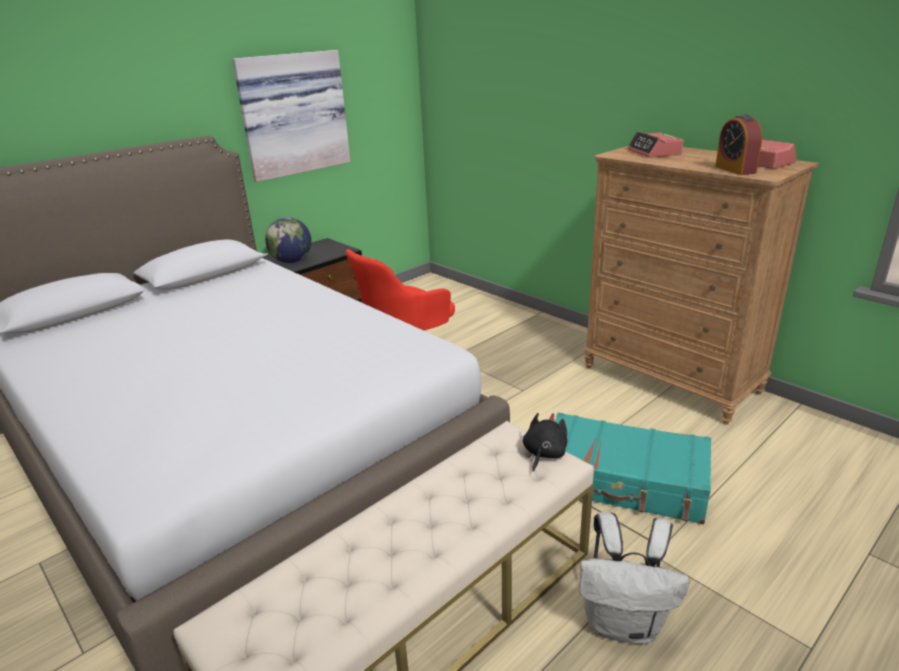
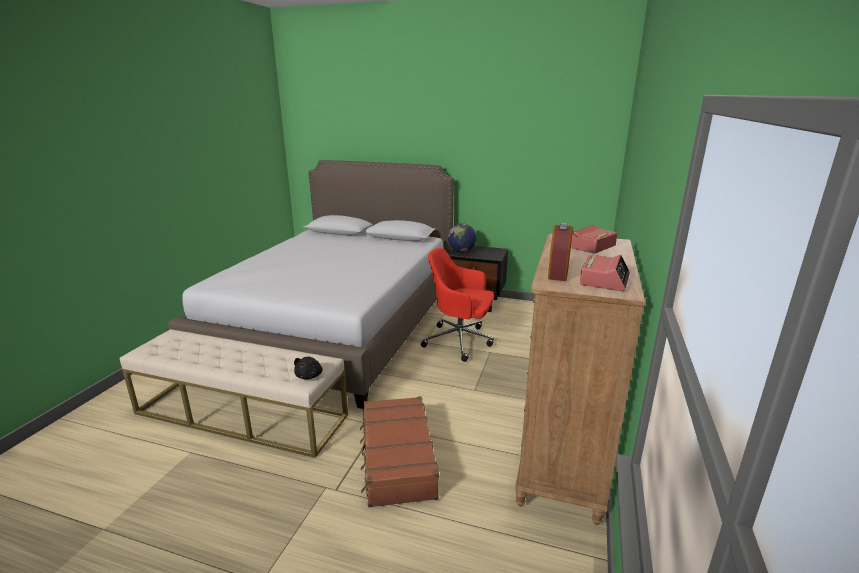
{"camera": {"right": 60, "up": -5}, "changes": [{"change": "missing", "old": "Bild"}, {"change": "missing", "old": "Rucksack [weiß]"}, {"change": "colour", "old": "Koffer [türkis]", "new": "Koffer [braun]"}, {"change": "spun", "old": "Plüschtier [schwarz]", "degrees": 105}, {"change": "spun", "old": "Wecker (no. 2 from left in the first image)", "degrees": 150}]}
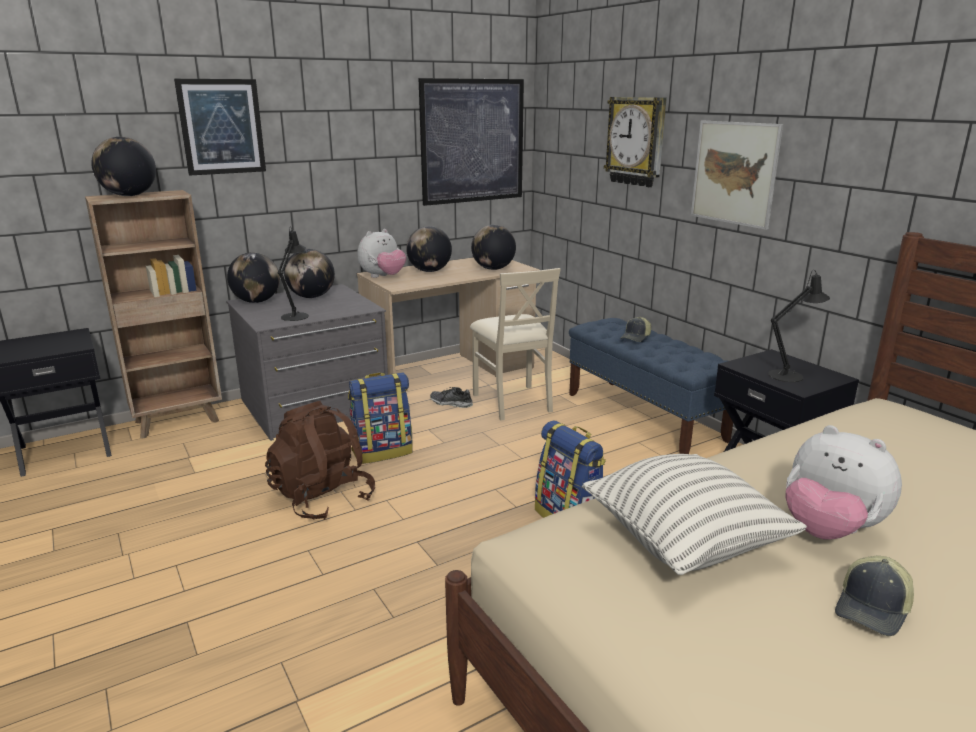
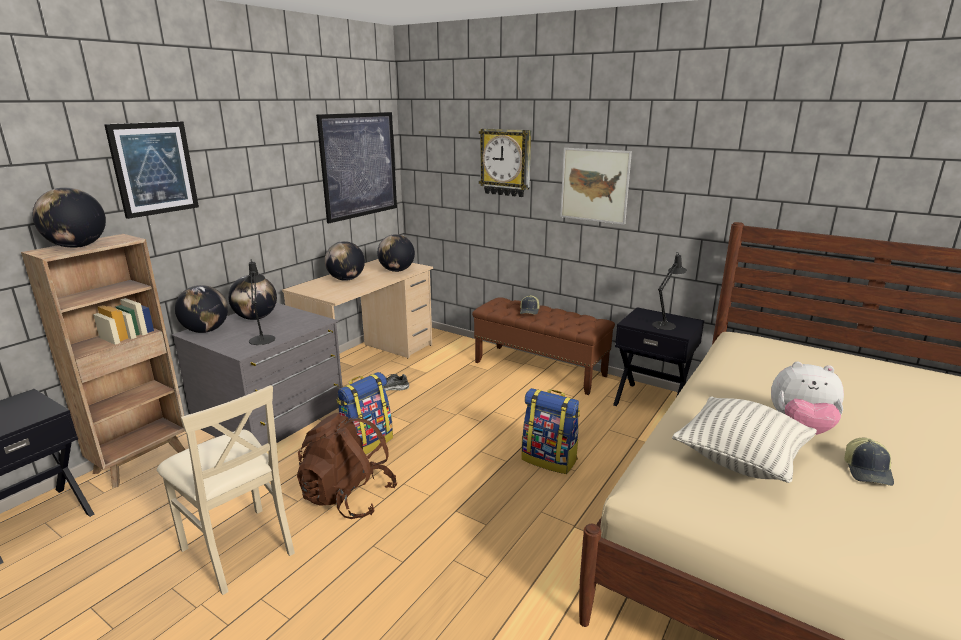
{"camera": {"right": -25, "up": 0}, "changes": [{"change": "missing", "old": "Plüschtier (no. 1 from left)"}, {"change": "relocated", "old": "Stuhl [beige]"}, {"change": "colour", "old": "Bank [blau]", "new": "Bank [braun]"}]}
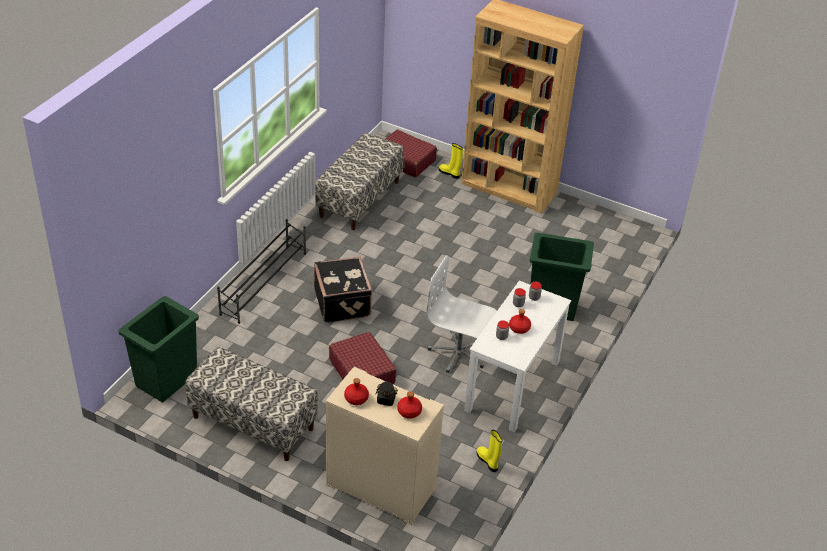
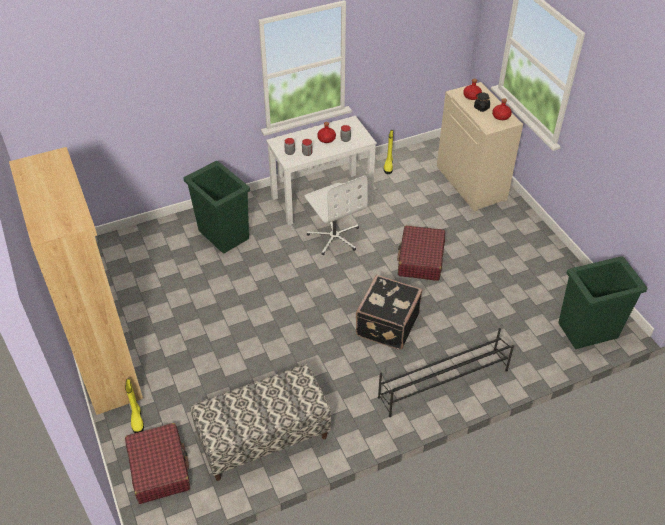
{"camera": {"right": -140, "up": 5}, "changes": [{"change": "missing", "old": "Bank (no. 1 from left)"}]}
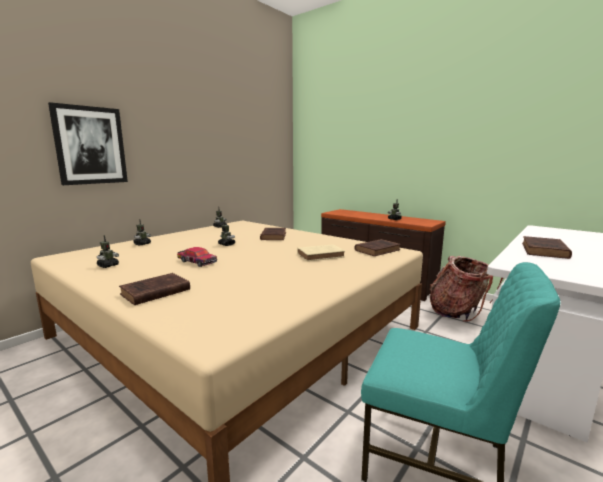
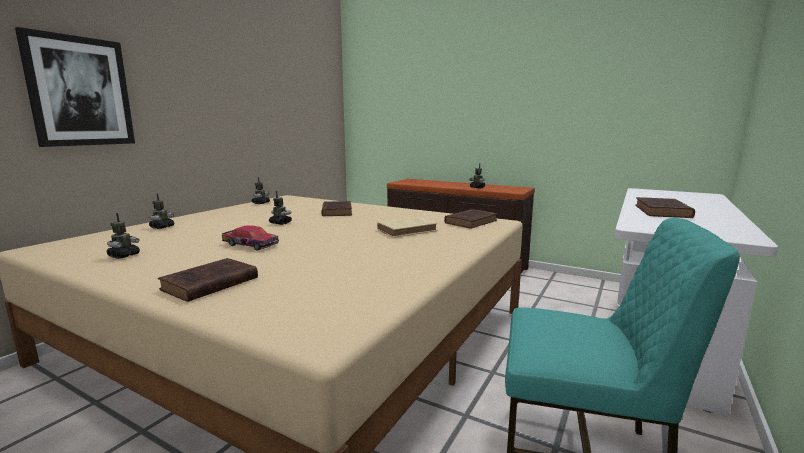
{"camera": {"right": -10, "up": 0}, "changes": [{"change": "missing", "old": "Rucksack"}]}
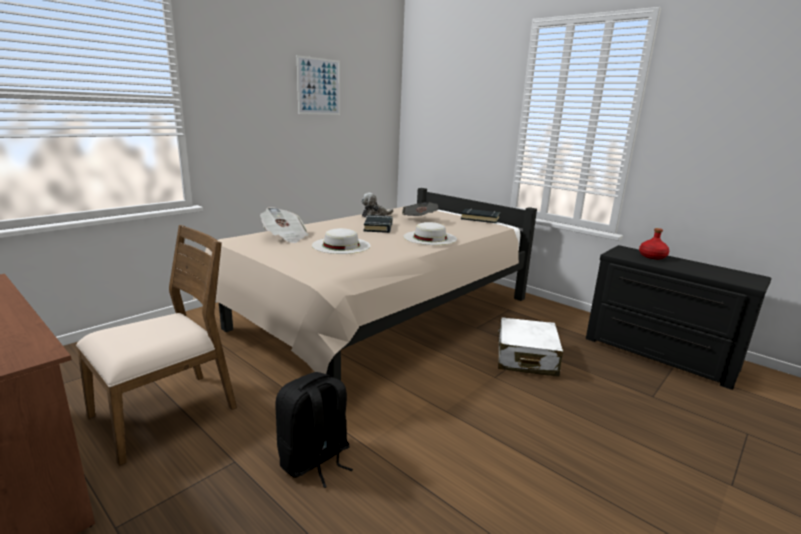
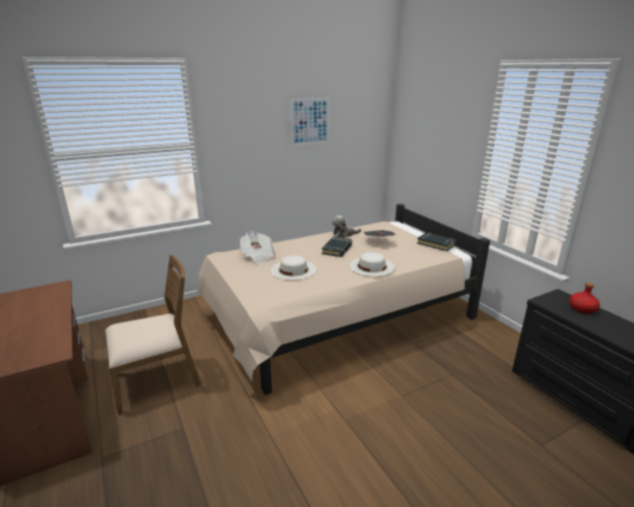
{"camera": {"right": 20, "up": 5}, "changes": [{"change": "missing", "old": "Rucksack [schwarz]"}, {"change": "missing", "old": "Koffer [weiß]"}]}
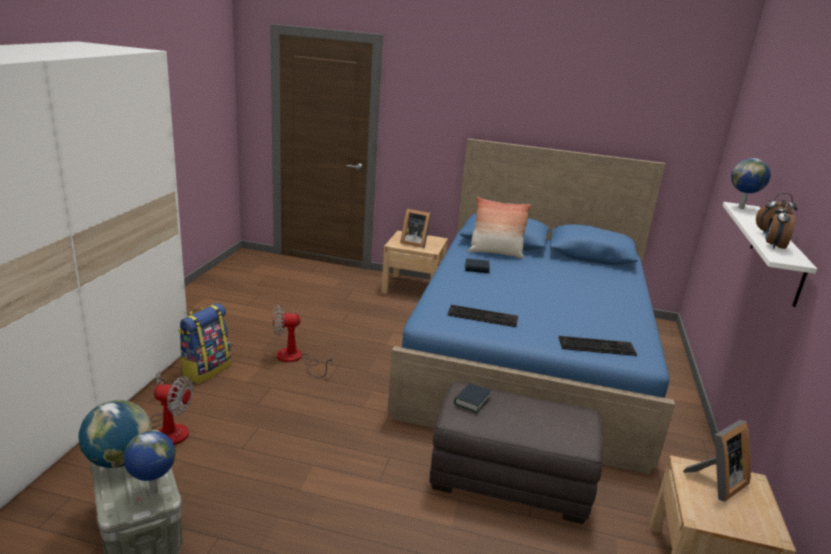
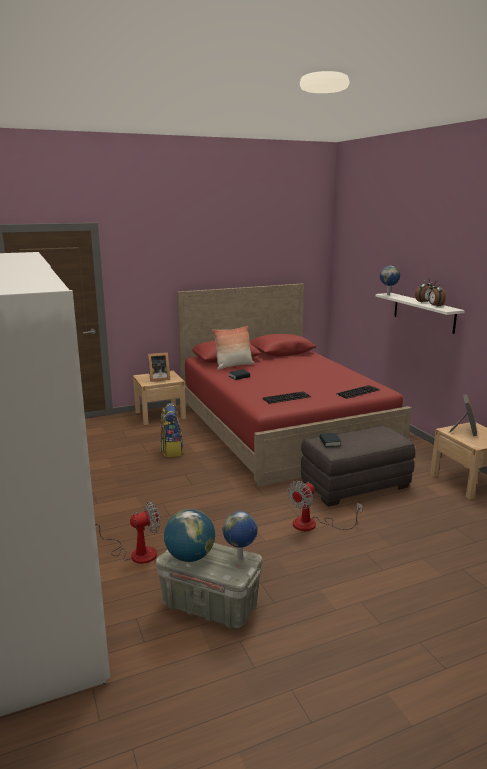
{"camera": {"right": -35, "up": -5}, "changes": [{"change": "relocated", "old": "Rucksack"}, {"change": "relocated", "old": "Ventilator (no. 2 from left)"}, {"change": "colour", "old": "Bett [blau]", "new": "Bett [rot]"}]}
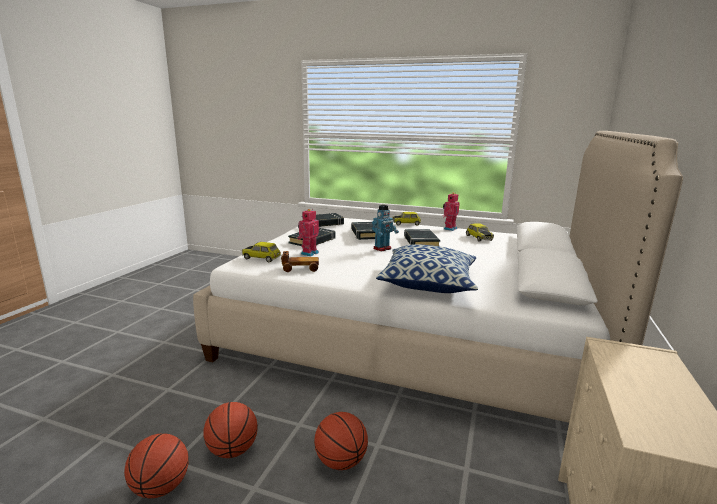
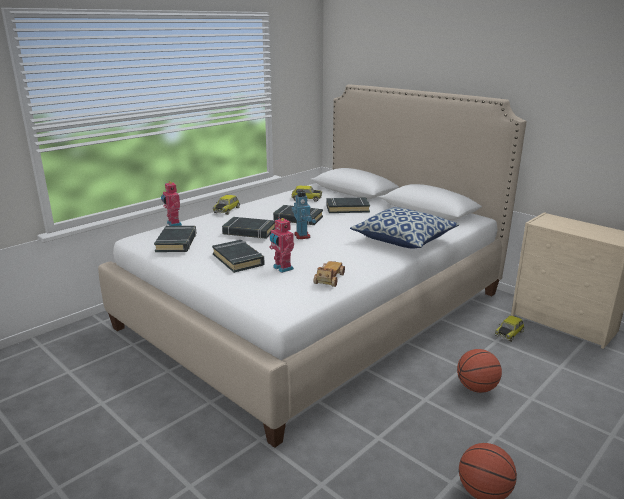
{"camera": {"right": -65, "up": 5}, "changes": [{"change": "missing", "old": "Basketball (no. 2 from left)"}, {"change": "appeared", "new": "Buch [schwarz] (no. 5 from left)"}, {"change": "relocated", "old": "Spielzeugauto (no. 1 from left in the first image)", "new": "Spielzeugauto (no. 4 from left)"}, {"change": "relocated", "old": "Spielzeugroboter (no. 3 from left in the first image)", "new": "Spielzeugroboter (no. 1 from left)"}]}
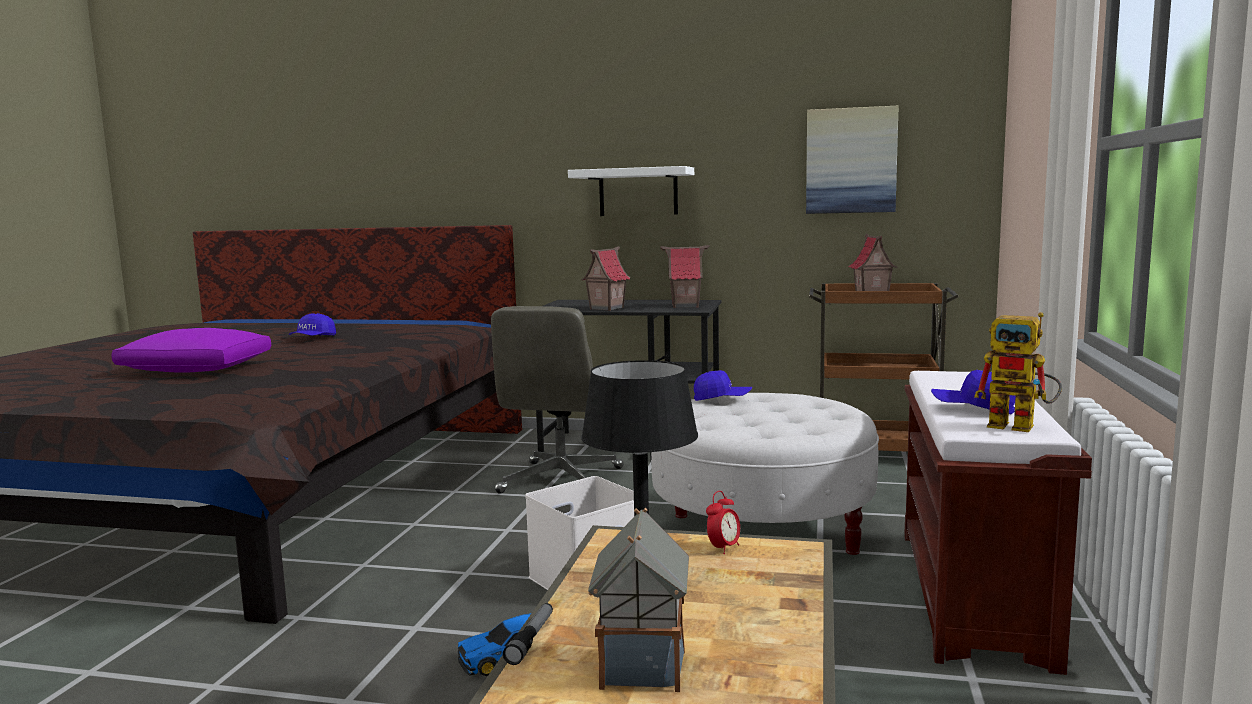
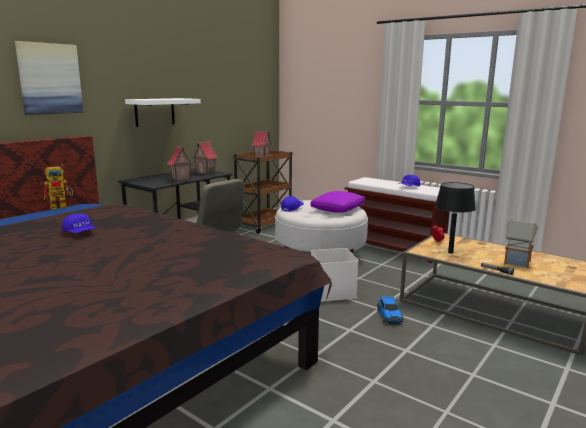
{"camera": {"right": -65, "up": 5}, "changes": [{"change": "relocated", "old": "Kissen [lila]"}, {"change": "relocated", "old": "Bild"}, {"change": "relocated", "old": "Spielzeugroboter"}]}
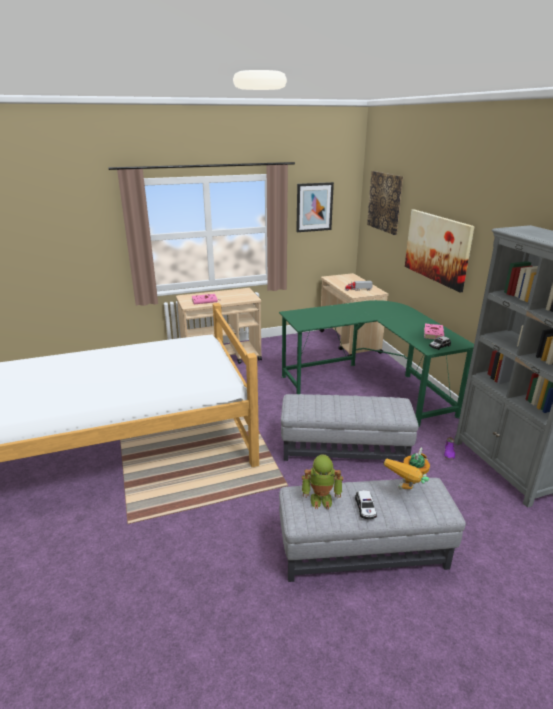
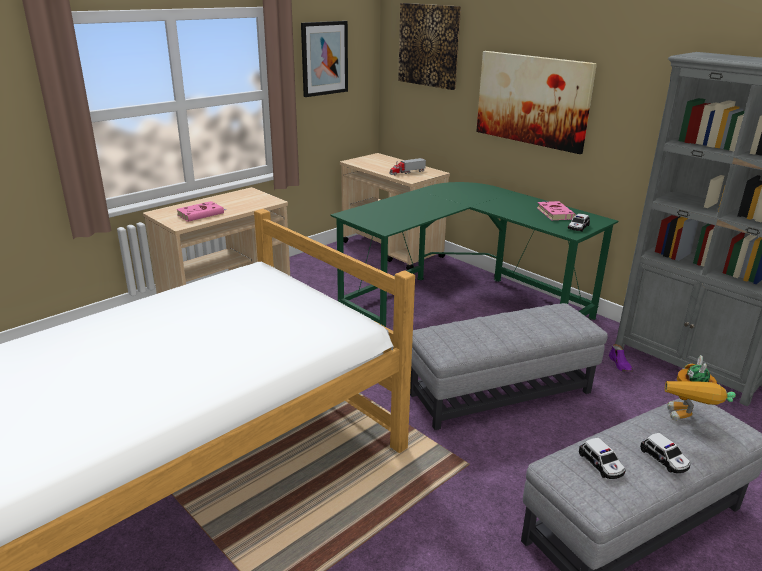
{"camera": {"right": -25, "up": 0}, "changes": [{"change": "exchanged", "old": "Spielzeugroboter (no. 1 from left)", "new": "Spielzeugauto (no. 2 from left)"}]}
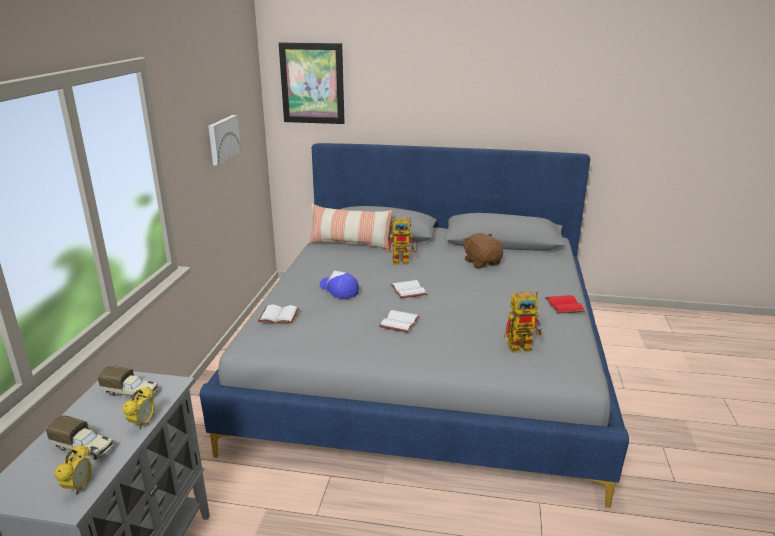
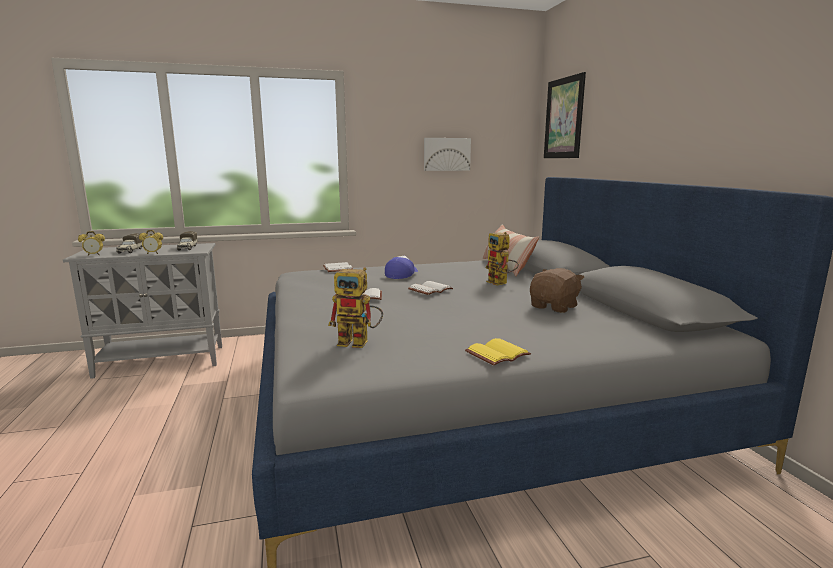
{"camera": {"right": 65, "up": -10}, "changes": [{"change": "colour", "old": "Buch [rot]", "new": "Buch [gelb]"}, {"change": "spun", "old": "Spielzeugroboter (no. 2 from left in the first image)", "degrees": -45}]}
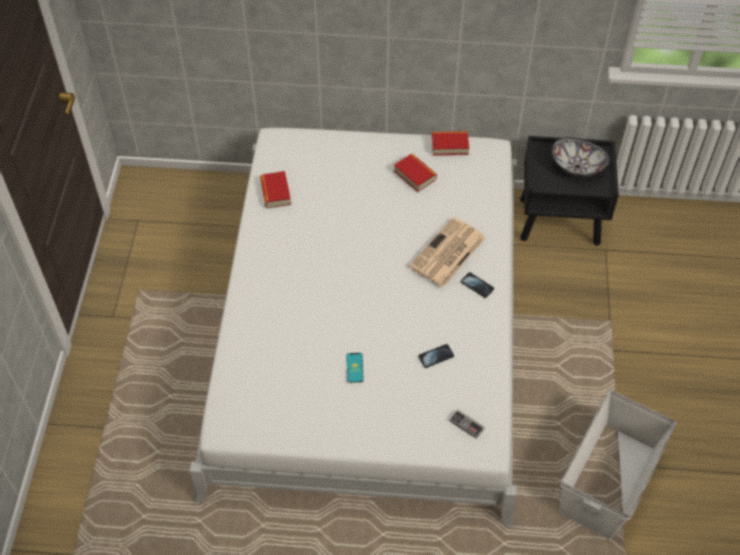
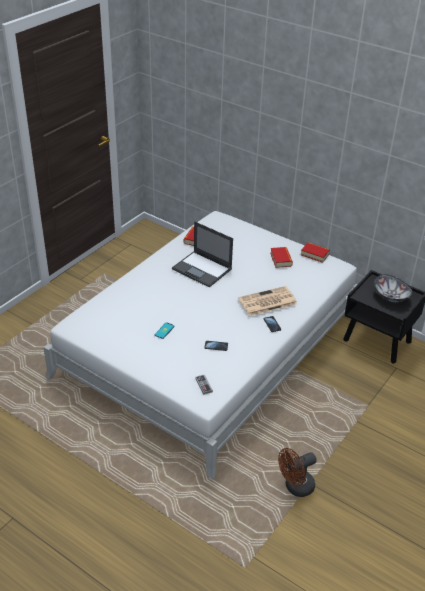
{"camera": {"right": 30, "up": -15}, "changes": [{"change": "appeared", "new": "Laptop"}, {"change": "exchanged", "old": "Aufbewahrungsbox [weiß]", "new": "Ventilator [braun]"}]}
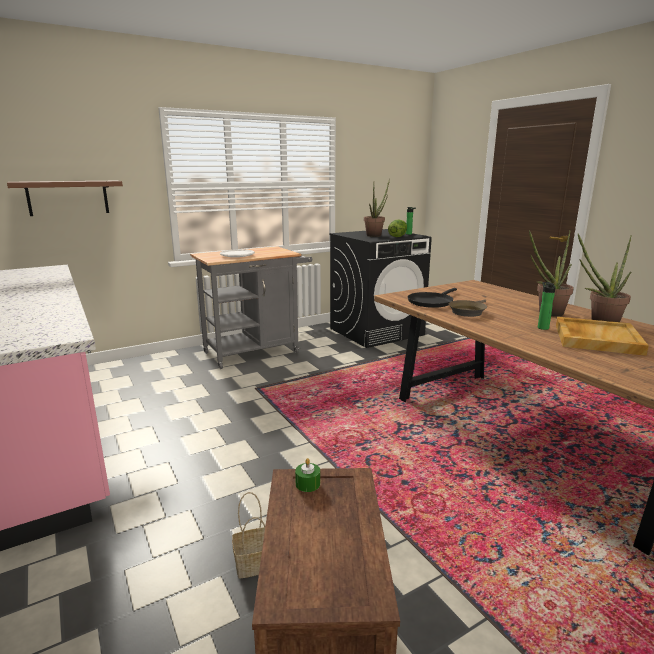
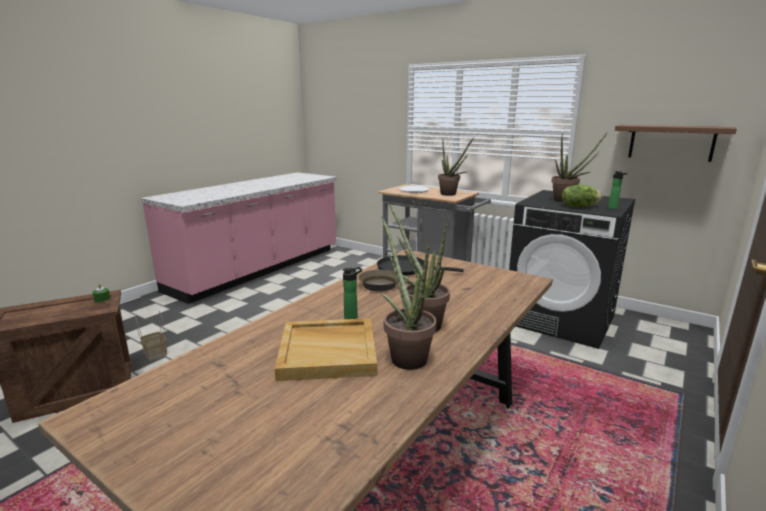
{"camera": {"right": 65, "up": 0}, "changes": [{"change": "appeared", "new": "Topfpflanze (no. 3 from left)"}, {"change": "relocated", "old": "Wandregal [braun]"}]}
